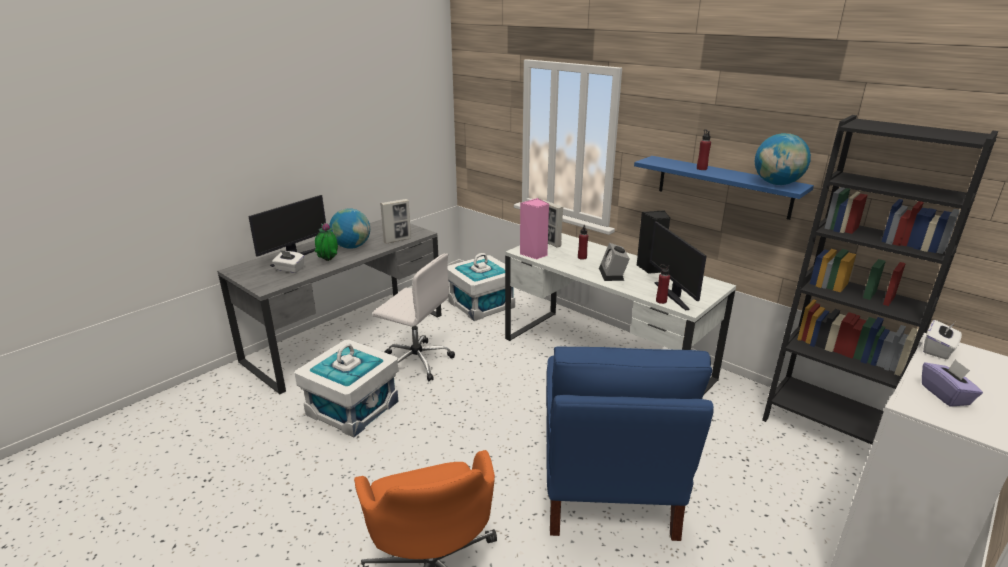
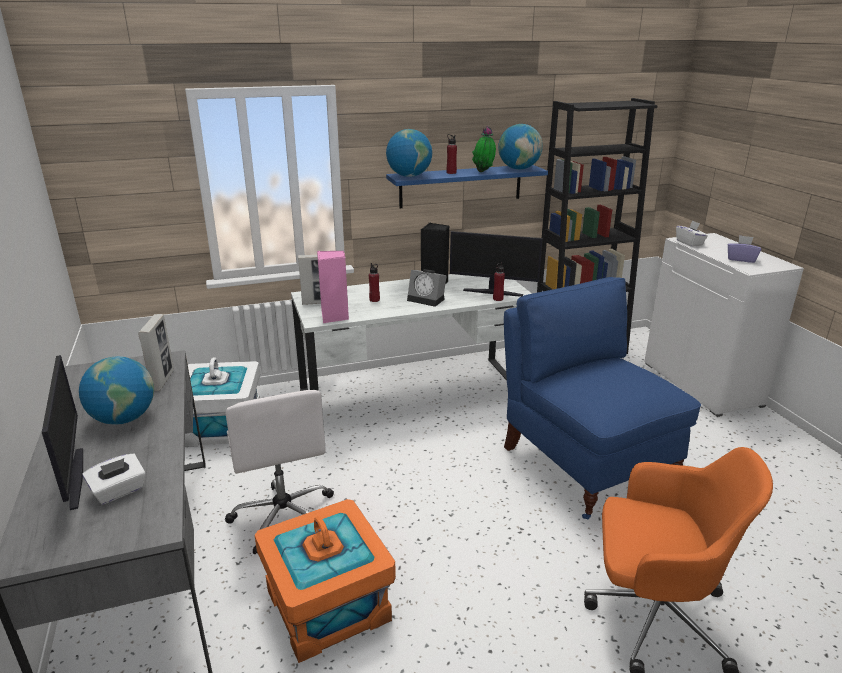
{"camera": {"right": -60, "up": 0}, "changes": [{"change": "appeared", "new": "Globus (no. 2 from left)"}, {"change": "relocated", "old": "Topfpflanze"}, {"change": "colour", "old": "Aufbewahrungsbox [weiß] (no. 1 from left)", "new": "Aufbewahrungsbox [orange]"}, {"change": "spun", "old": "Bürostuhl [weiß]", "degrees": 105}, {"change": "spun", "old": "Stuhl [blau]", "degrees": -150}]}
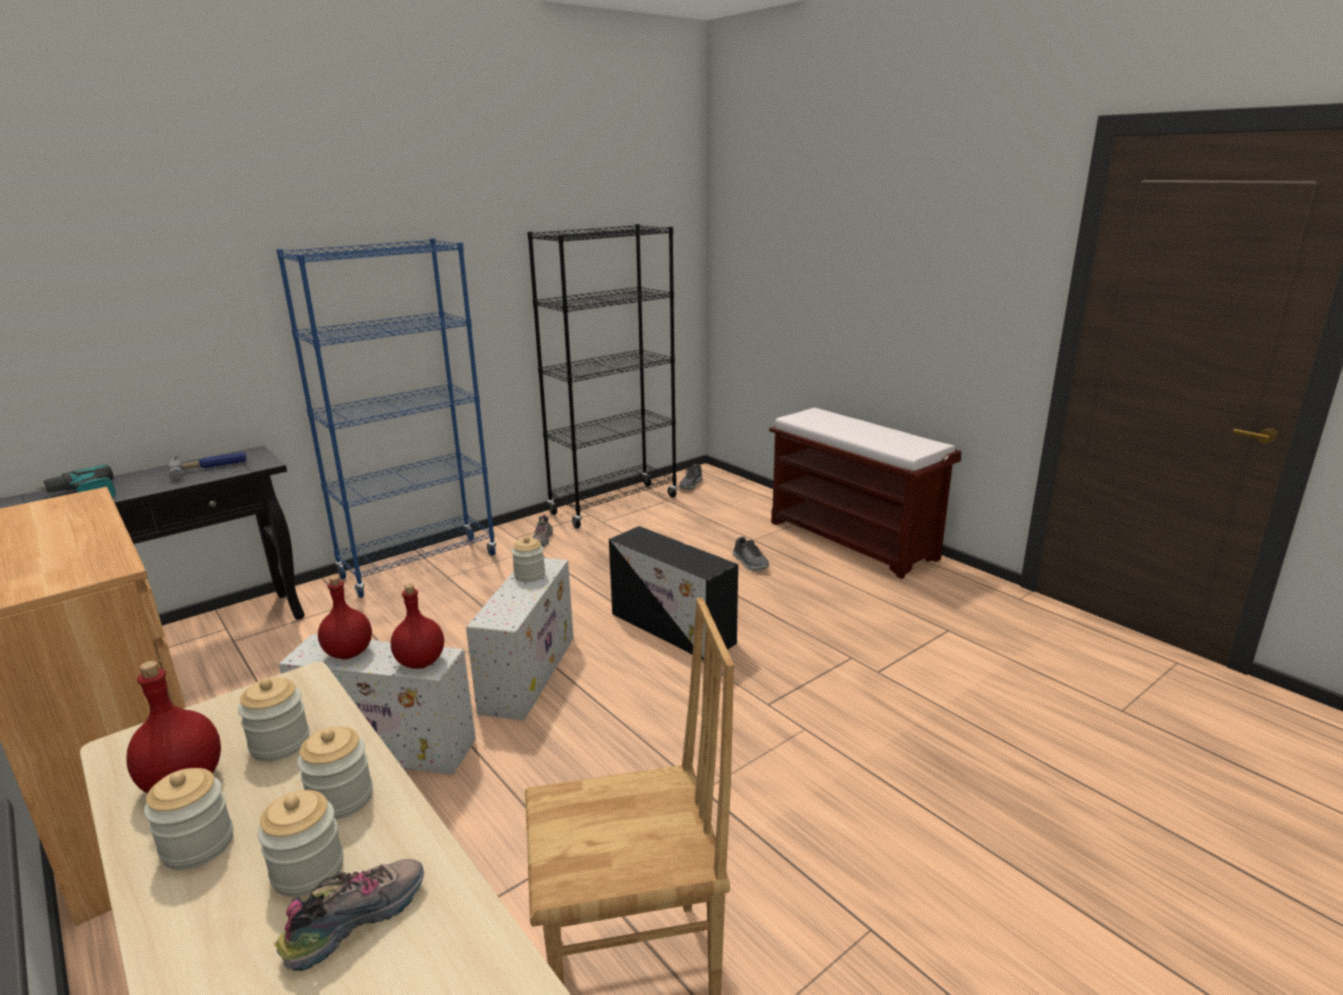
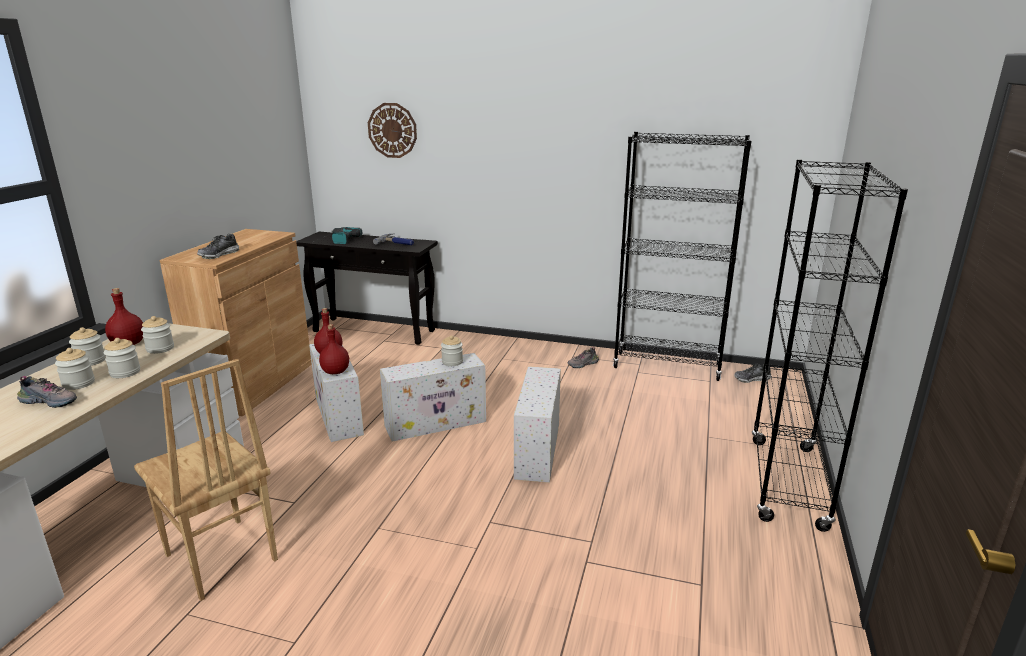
{"camera": {"right": 55, "up": 0}, "changes": [{"change": "missing", "old": "Bücherregal [blau]"}, {"change": "appeared", "new": "Wanduhr"}, {"change": "relocated", "old": "Schuh (no. 4 from left in the first image)", "new": "Schuh (no. 2 from left)"}, {"change": "exchanged", "old": "Bank [braun]", "new": "Bücherregal [schwarz] (no. 2 from left)"}, {"change": "colour", "old": "Aufbewahrungsbox [schwarz]", "new": "Aufbewahrungsbox [weiß] (no. 3 from left)"}]}
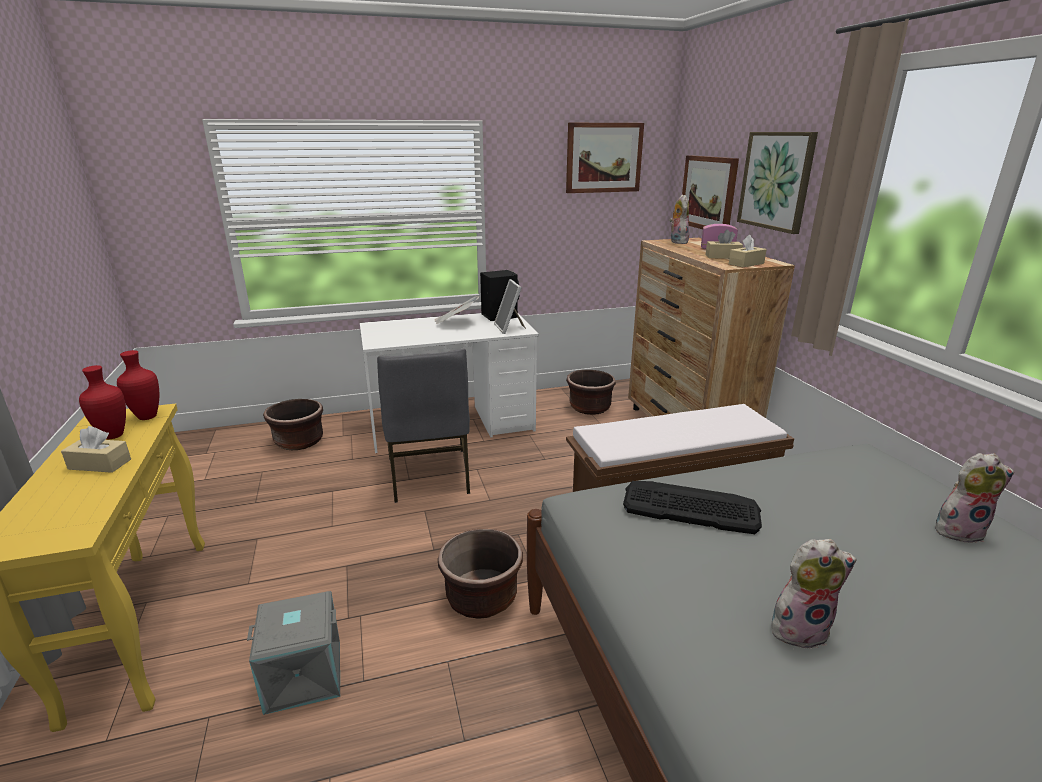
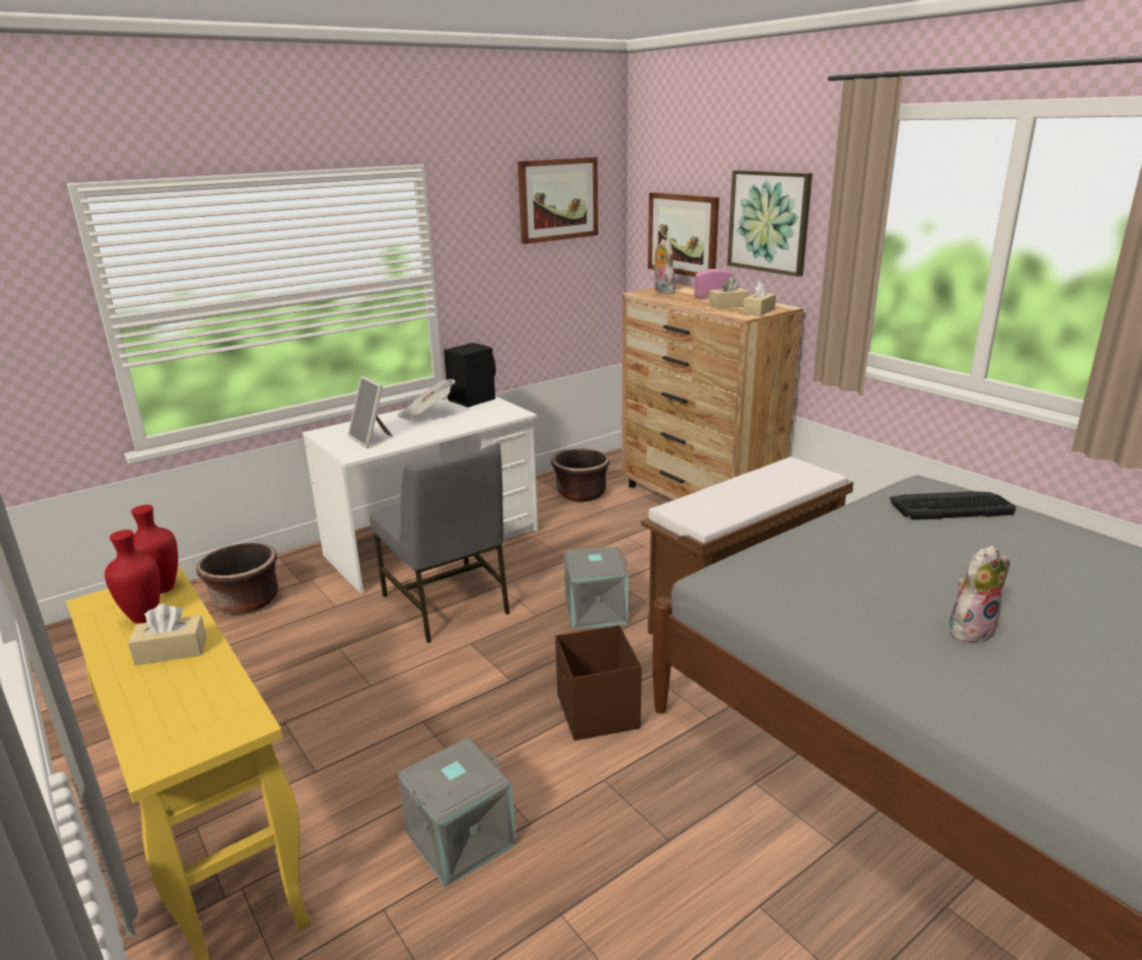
{"camera": {"right": -20, "up": 0}, "changes": [{"change": "missing", "old": "Plüschtier (no. 3 from left)"}, {"change": "appeared", "new": "Aufbewahrungsbox [grau] (no. 2 from left)"}, {"change": "relocated", "old": "Bilderrahmen"}, {"change": "relocated", "old": "Tastatur"}, {"change": "exchanged", "old": "Pflanzkübel [braun] (no. 2 from left)", "new": "Aufbewahrungsbox [braun]"}]}
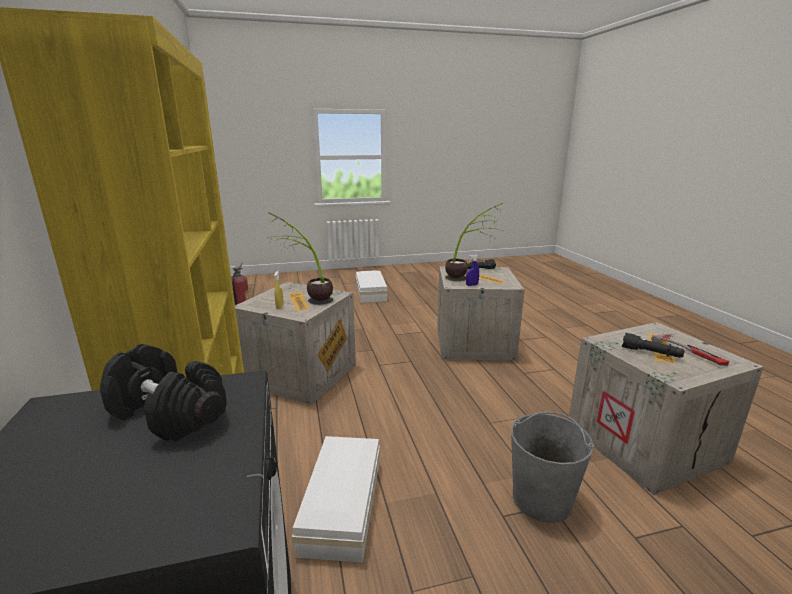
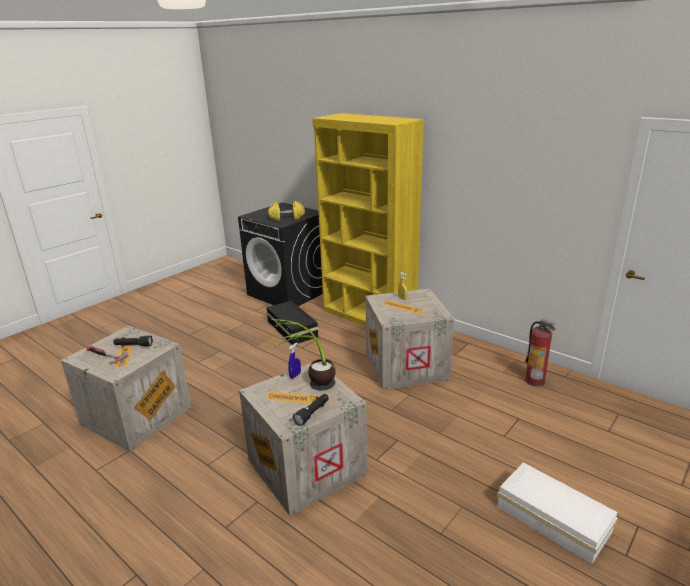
{"camera": {"right": 145, "up": 5}, "changes": [{"change": "missing", "old": "Topfpflanze (no. 1 from left)"}, {"change": "missing", "old": "Eimer [grau]"}, {"change": "colour", "old": "Hantel [schwarz]", "new": "Hantel [gelb]"}, {"change": "colour", "old": "Aufbewahrungsbox [weiß] (no. 1 from left)", "new": "Aufbewahrungsbox [schwarz]"}]}
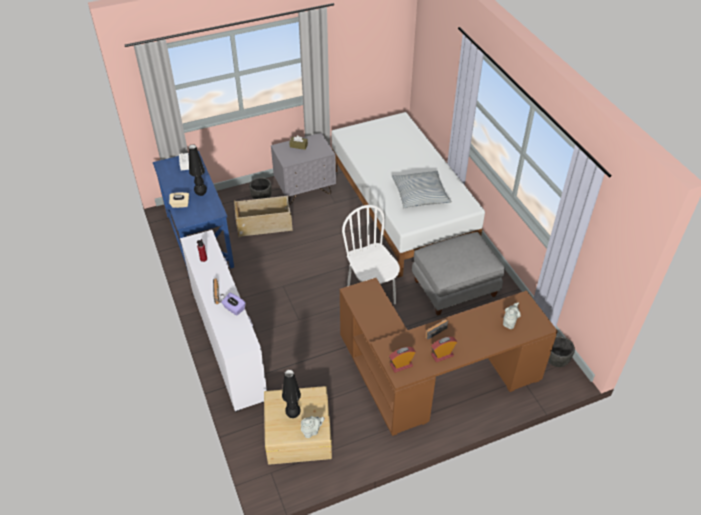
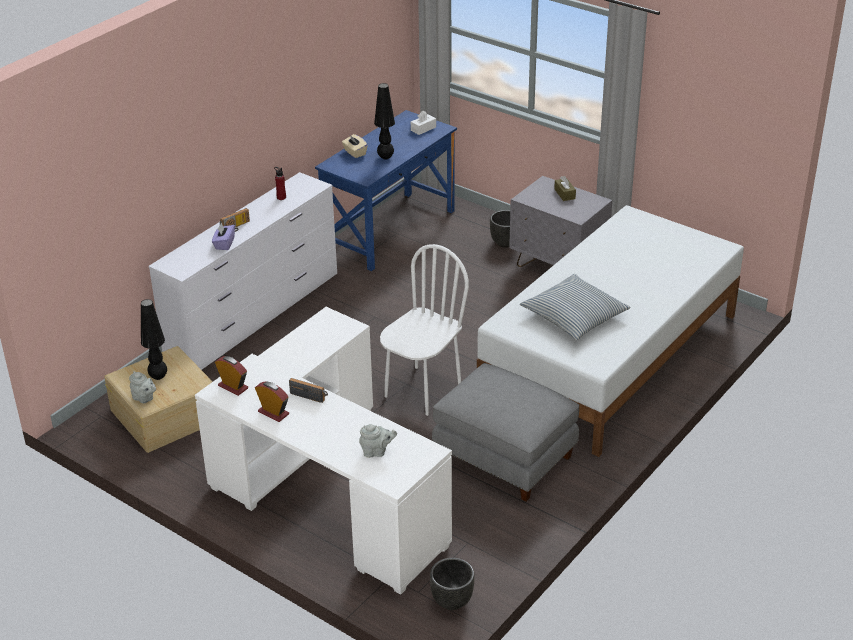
{"camera": {"right": 60, "up": -10}, "changes": [{"change": "missing", "old": "Aufbewahrungsbox [beige] (no. 1 from left)"}, {"change": "colour", "old": "Schreibtisch [braun]", "new": "Schreibtisch [weiß]"}]}
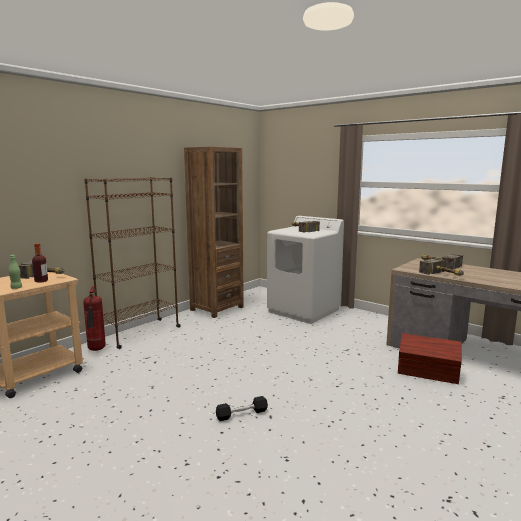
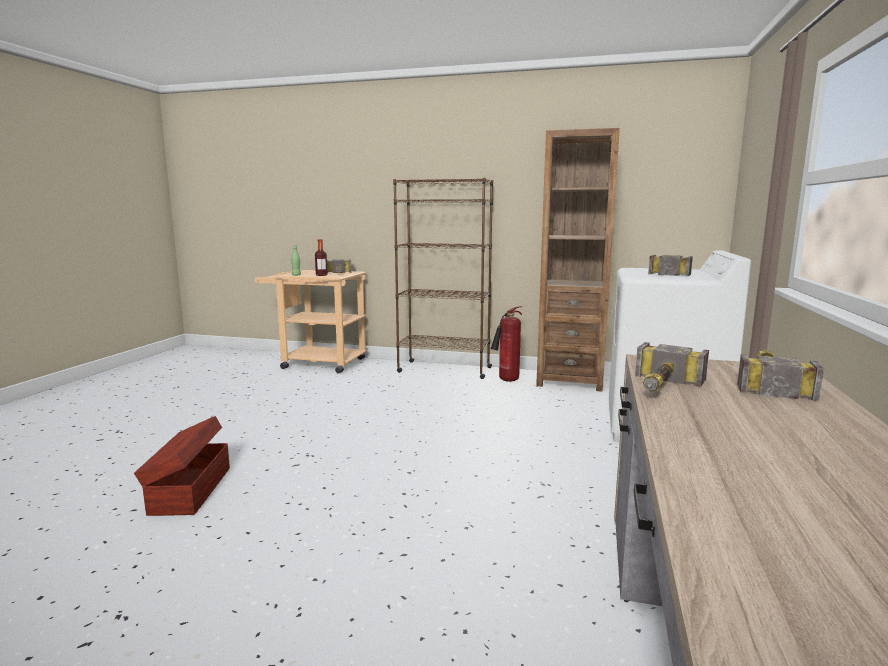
{"camera": {"right": 65, "up": 0}, "changes": [{"change": "missing", "old": "Hantel [schwarz]"}, {"change": "relocated", "old": "Feuerlöscher"}, {"change": "relocated", "old": "Aufbewahrungsbox [braun]"}]}
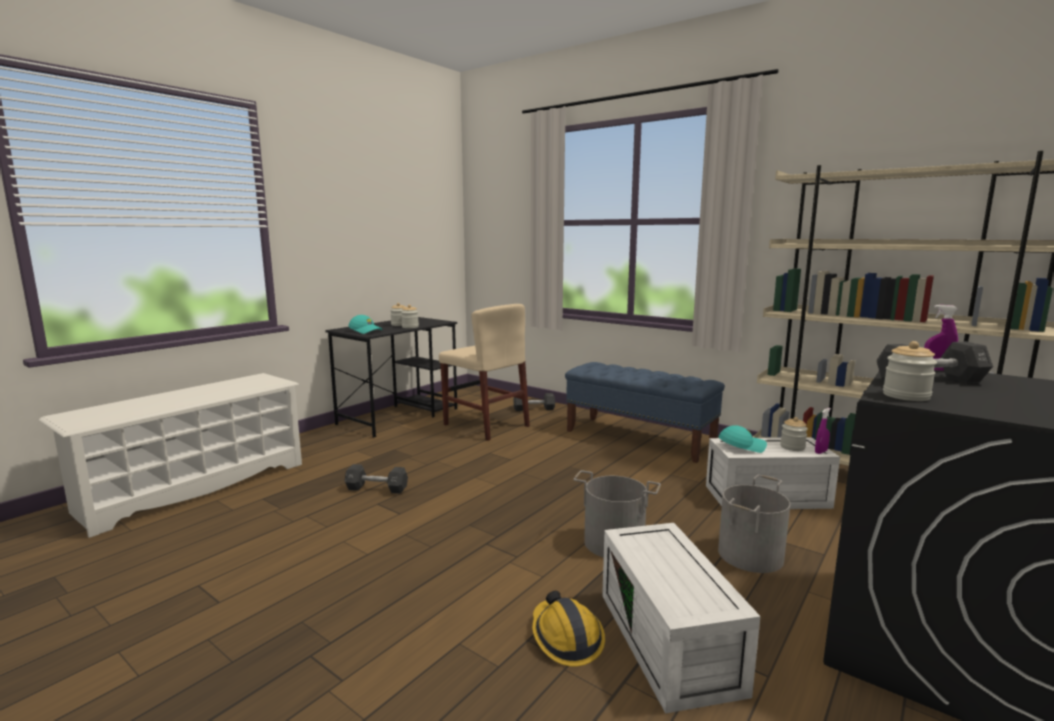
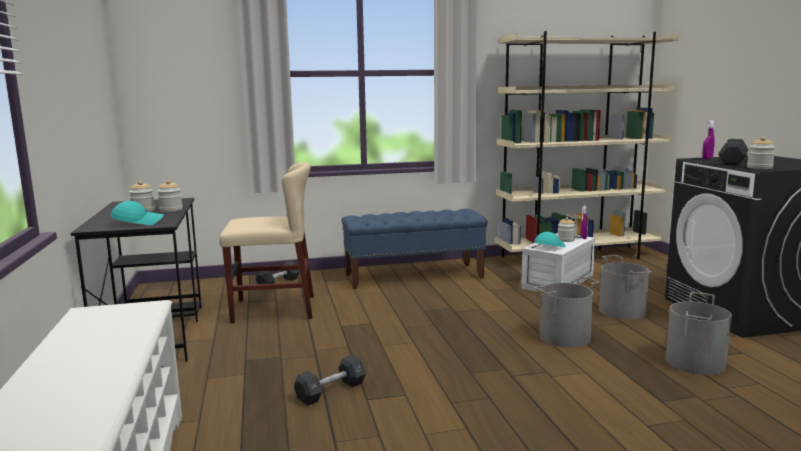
{"camera": {"right": -50, "up": 0}, "changes": [{"change": "missing", "old": "Schutzhelm"}, {"change": "exchanged", "old": "Aufbewahrungsbox [weiß] (no. 1 from left)", "new": "Eimer [grau] (no. 3 from left)"}]}
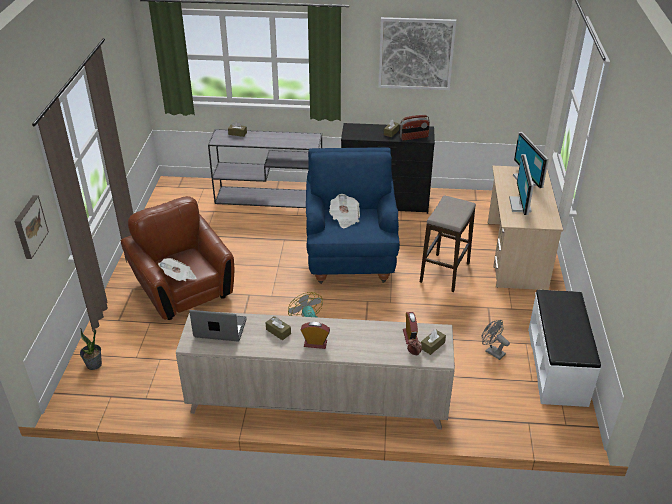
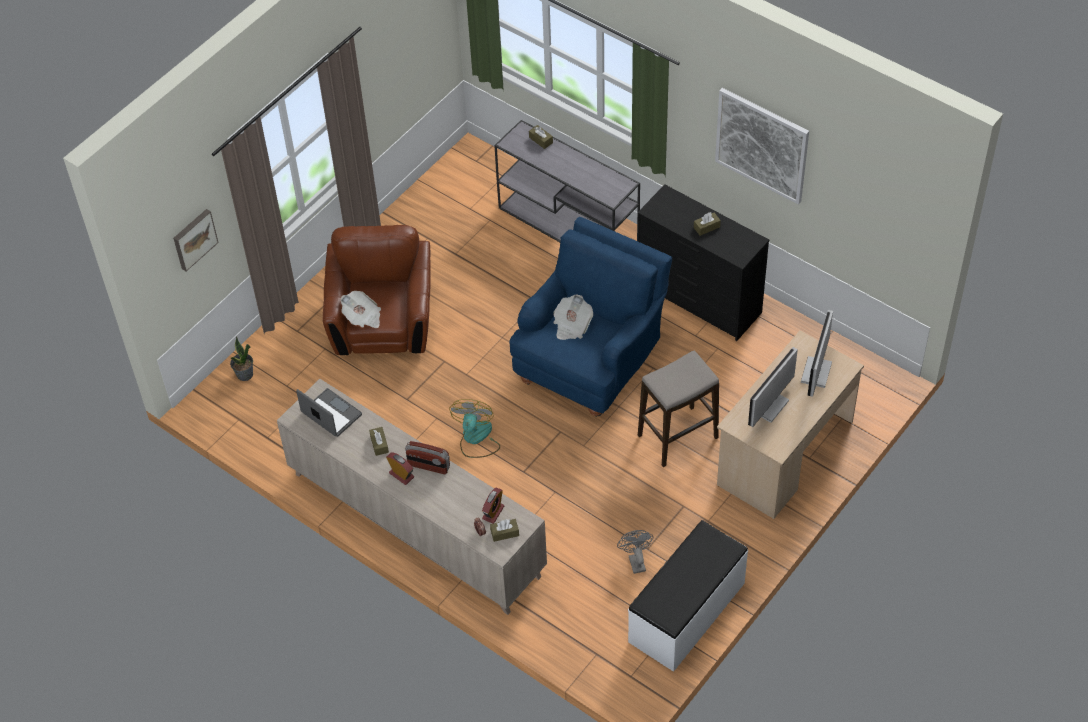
{"camera": {"right": 35, "up": 15}, "changes": [{"change": "relocated", "old": "Radio"}]}
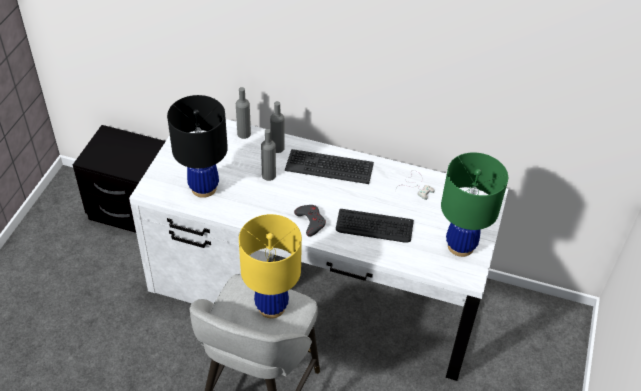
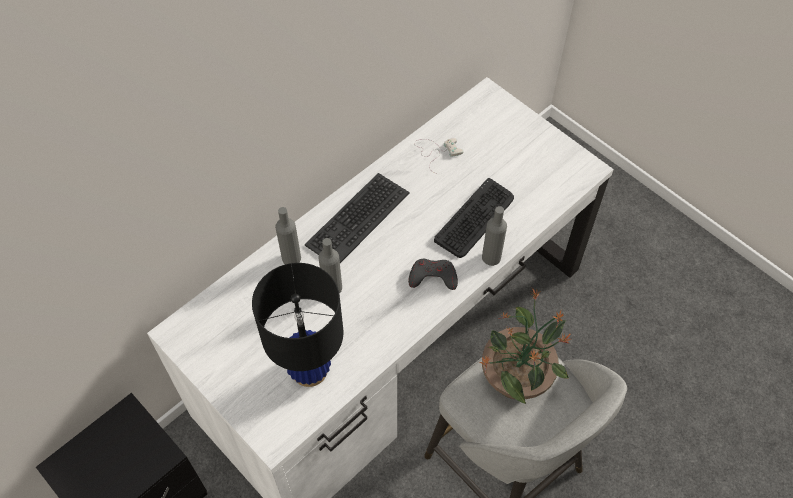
{"camera": {"right": -60, "up": 10}, "changes": [{"change": "missing", "old": "Tischlampe [grün]"}, {"change": "relocated", "old": "Flasche [grau] (no. 1 from left in the first image)", "new": "Flasche [grau] (no. 3 from left)"}, {"change": "exchanged", "old": "Tischlampe [gelb]", "new": "Topfpflanze"}]}
